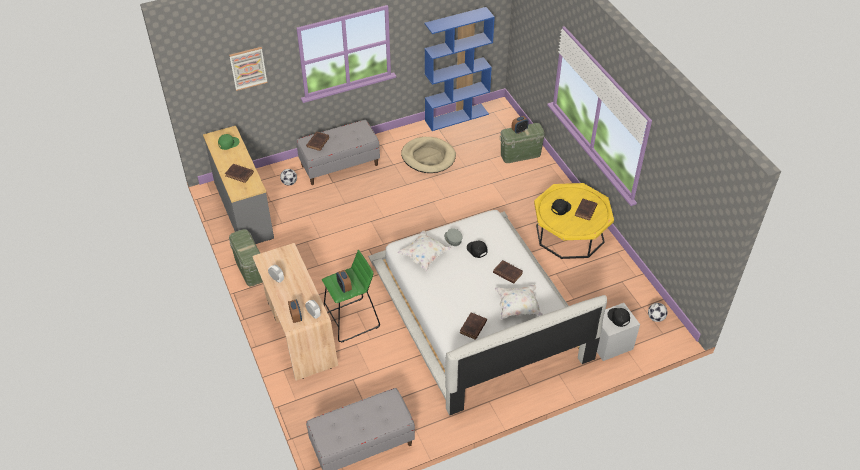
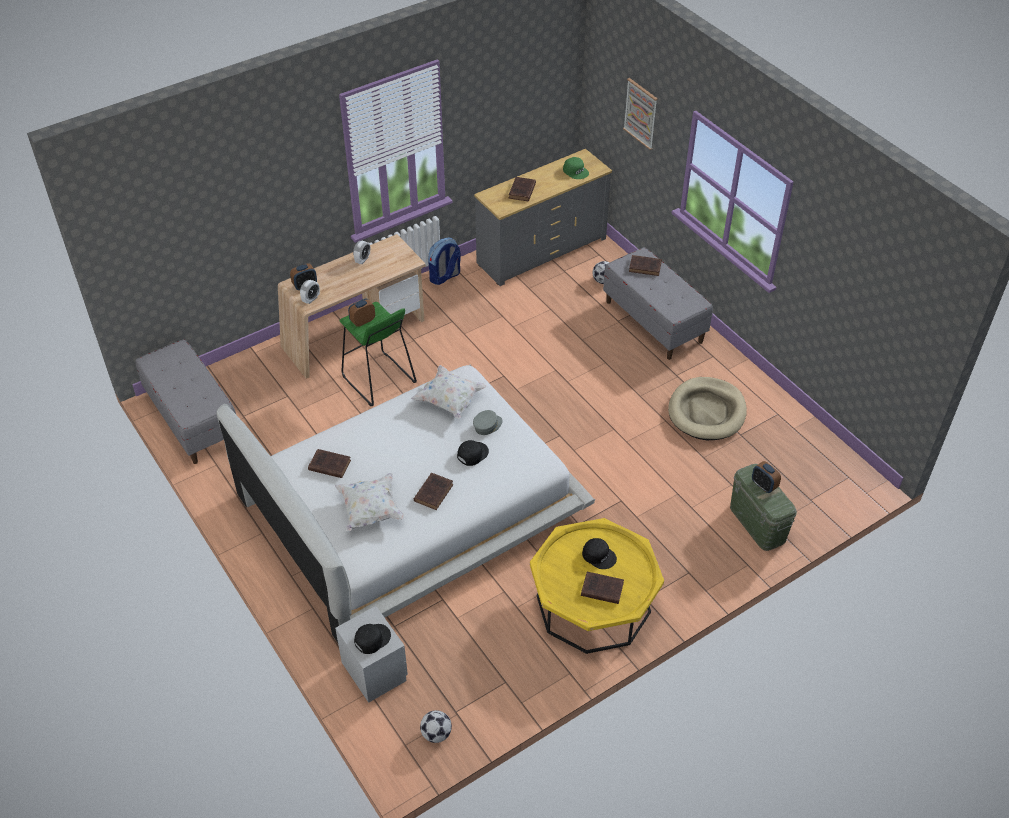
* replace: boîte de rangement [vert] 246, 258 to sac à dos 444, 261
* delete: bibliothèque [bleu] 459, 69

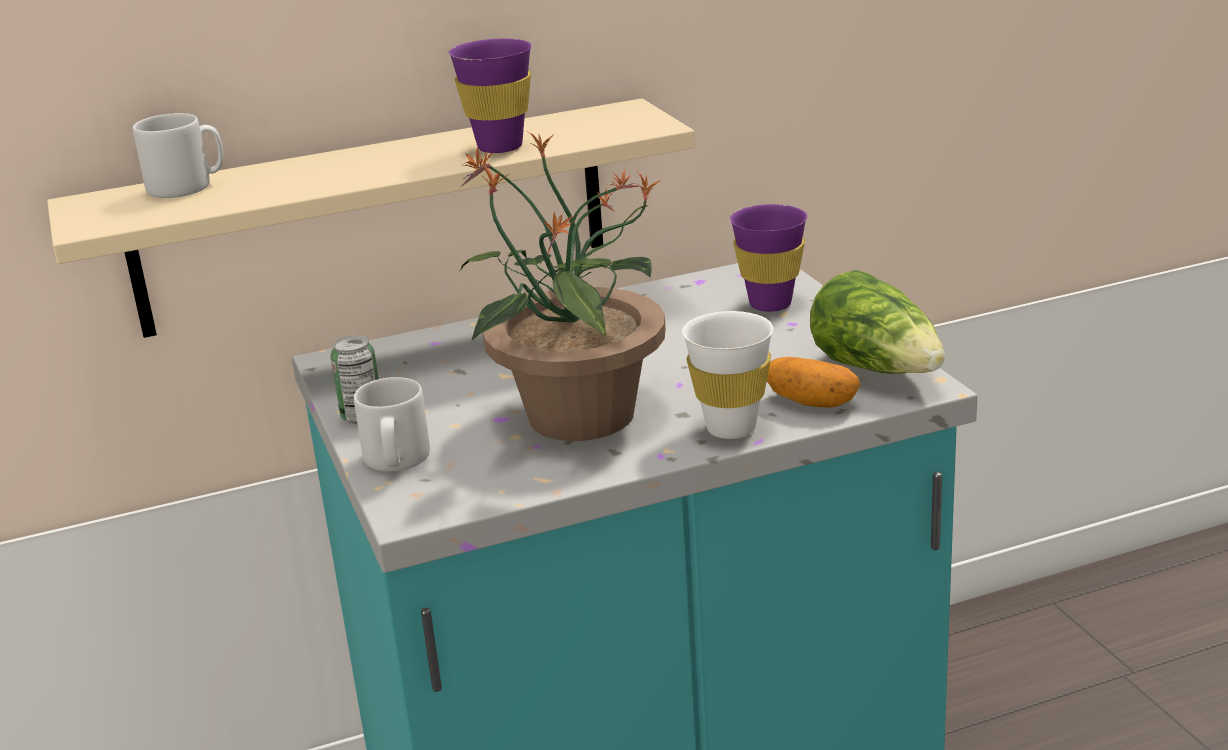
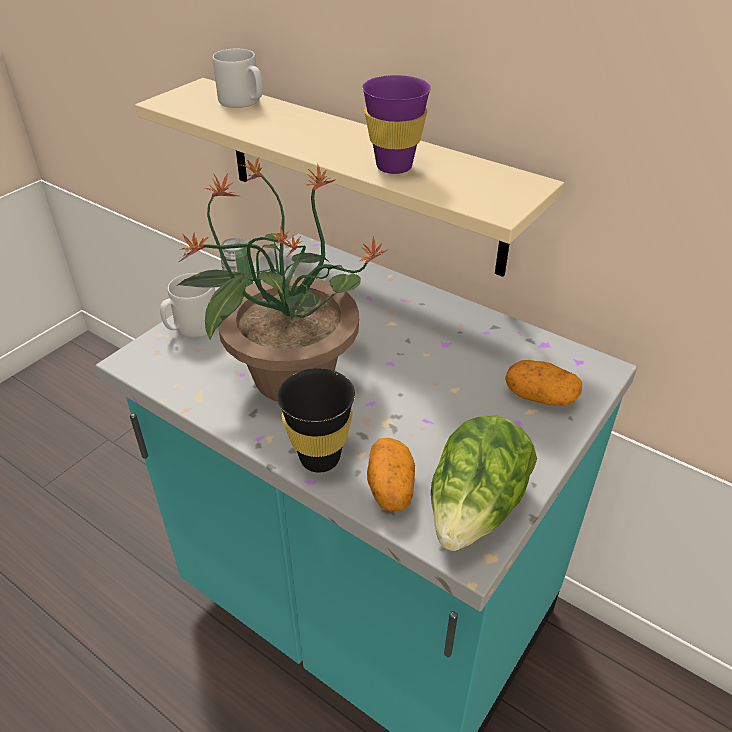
* recolor: tasse [blanc] 728, 375 to tasse [noir] 316, 420
* replace: tasse [violet] 768, 258 to pomme de terre 543, 383

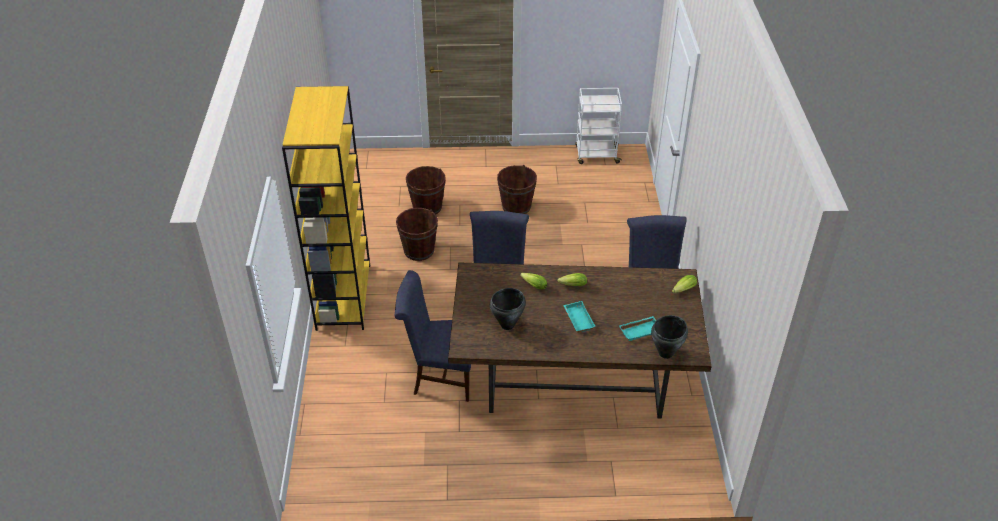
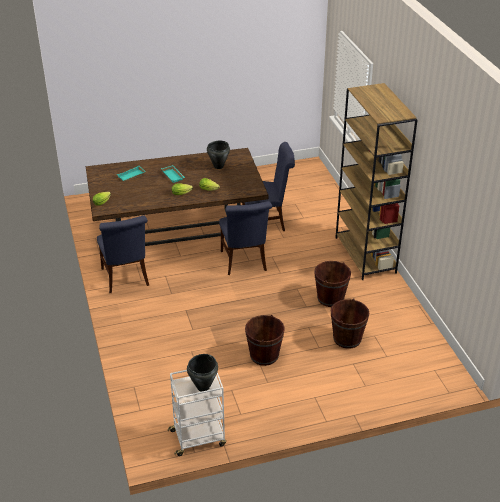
* move: marmite [noir] 669, 337 to 202, 373
* recolor: bibliothèque [jaune] 326, 208 to bibliothèque [marron] 376, 181

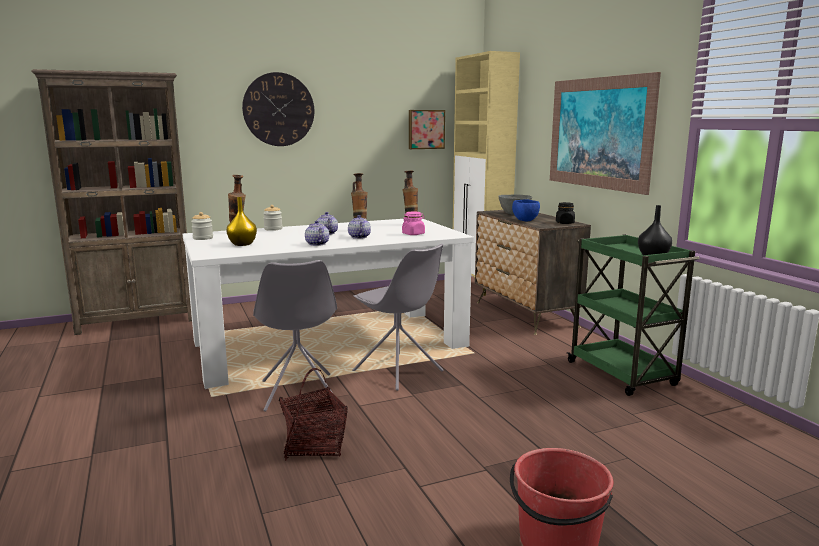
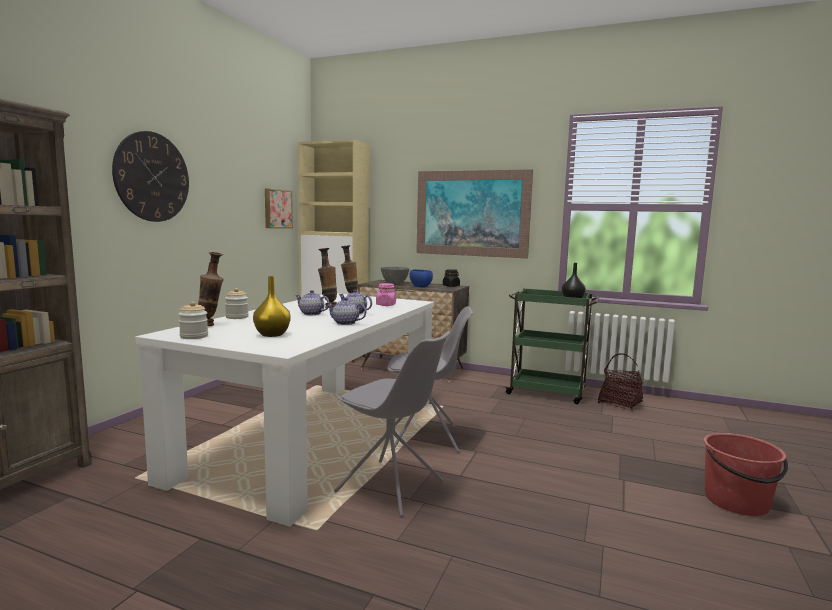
* move: panier 313, 414 to 620, 381

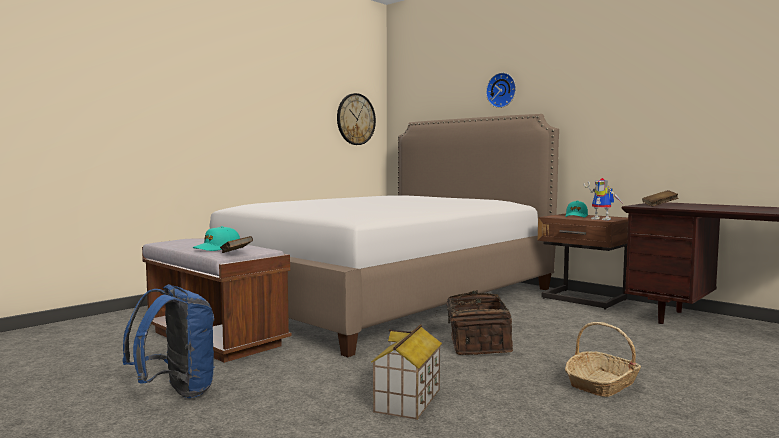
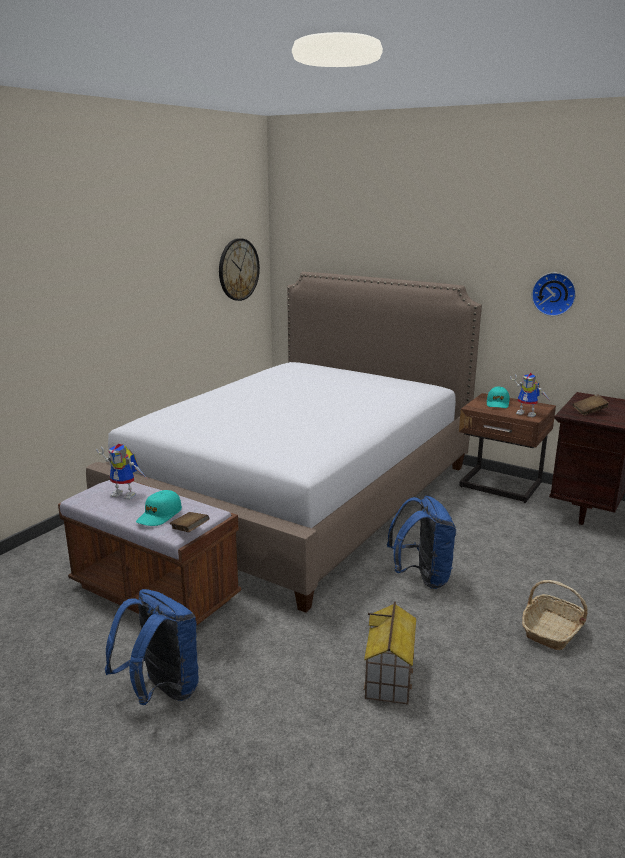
* insert: robot jouet 121, 472
* replace: panier 474, 322 to sac à dos [bleu] 421, 542
* move: horloge murale 501, 90 to 554, 294

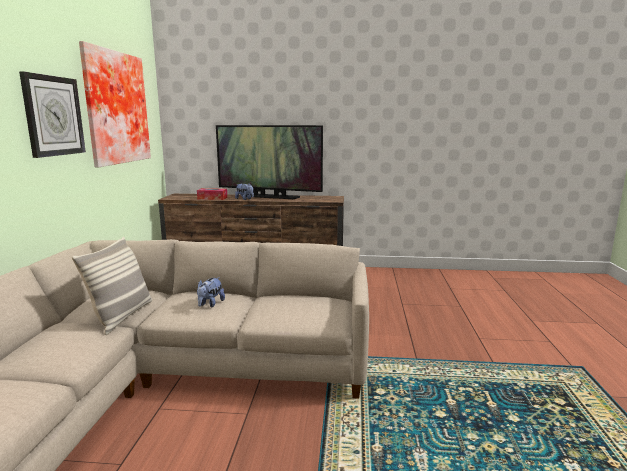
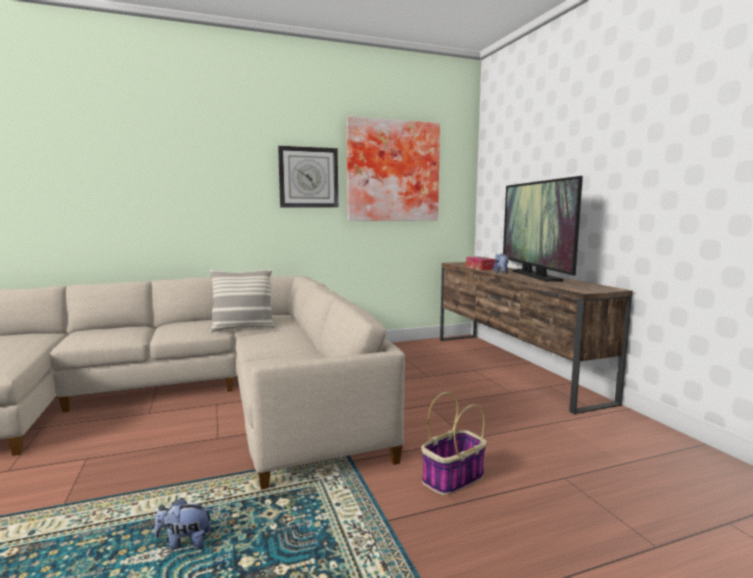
* move: peluche 211, 292 to 183, 523
* insert: panier 454, 443

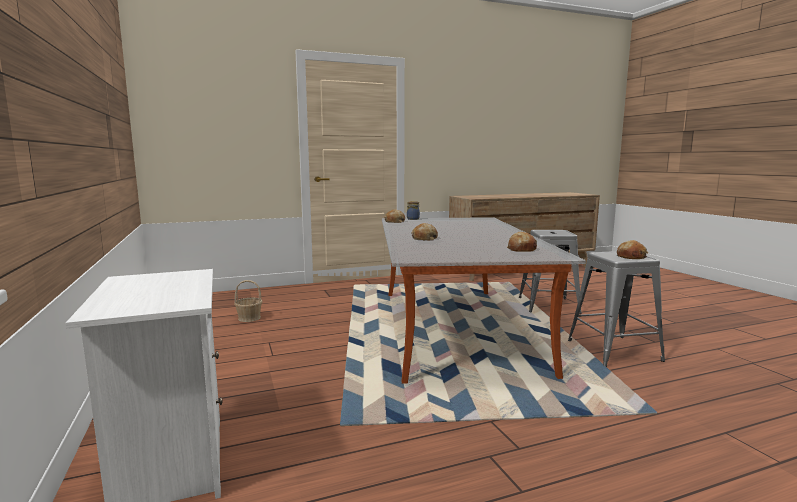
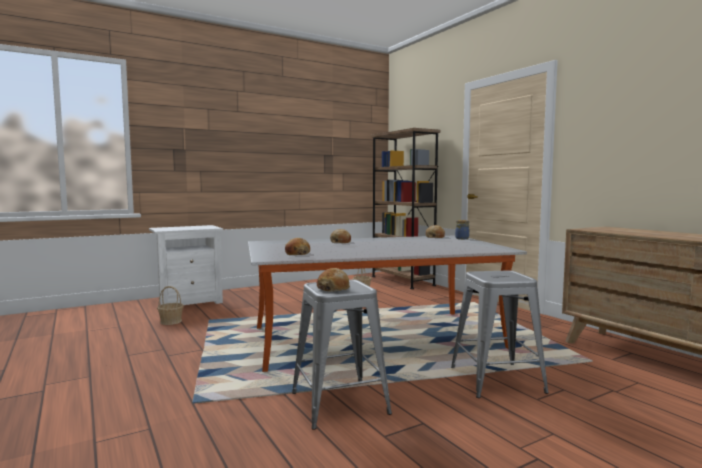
* insert: panier 170, 305
* insert: bibliothèque [marron] 405, 208

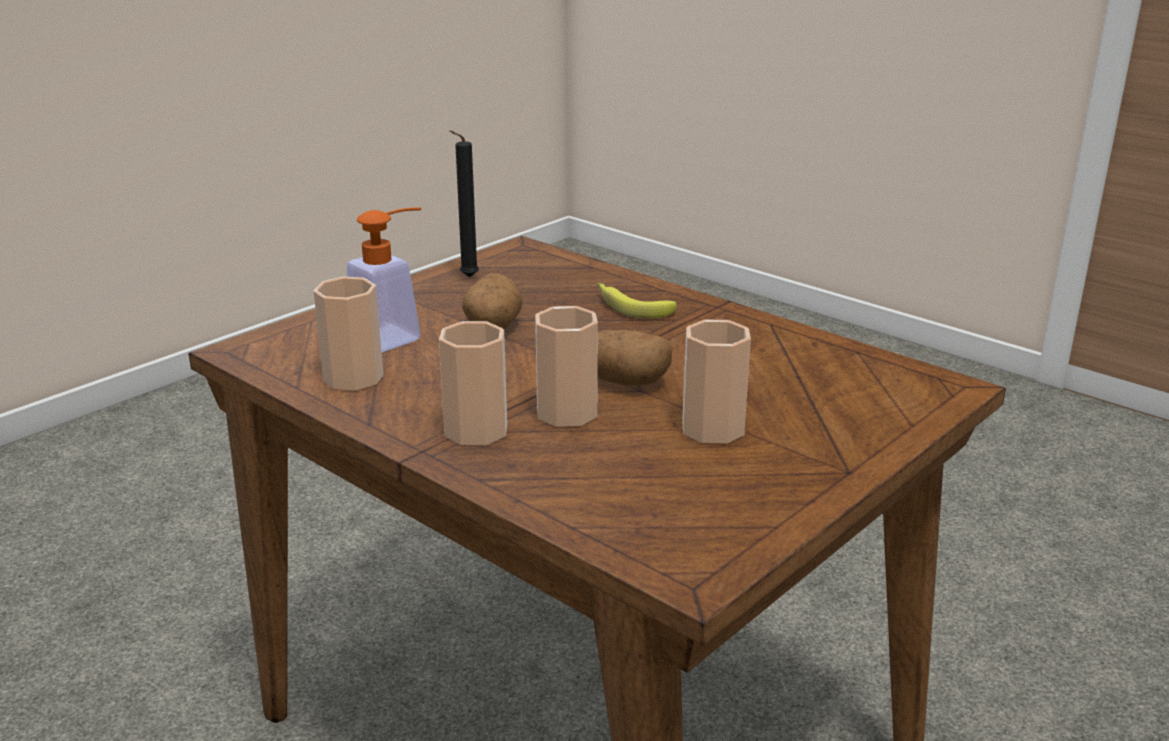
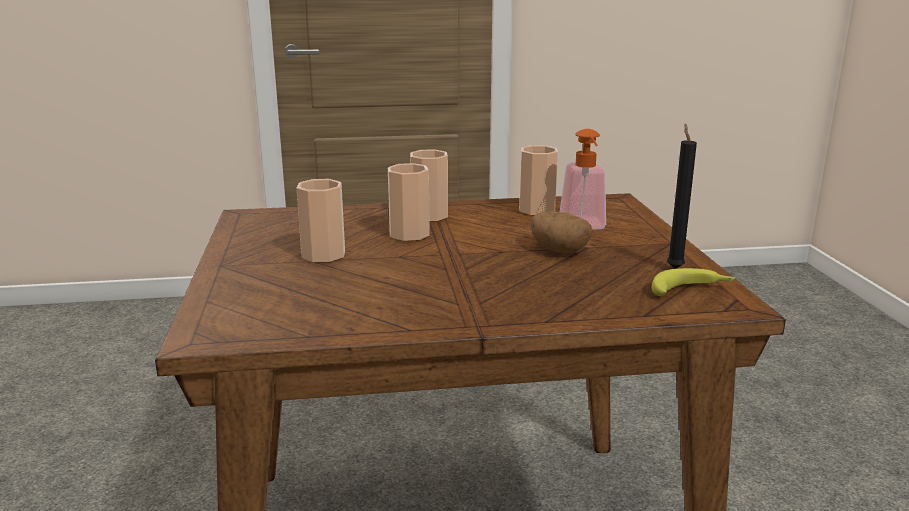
* move: banane 637, 301 to 693, 282
* delete: pomme de terre 635, 357

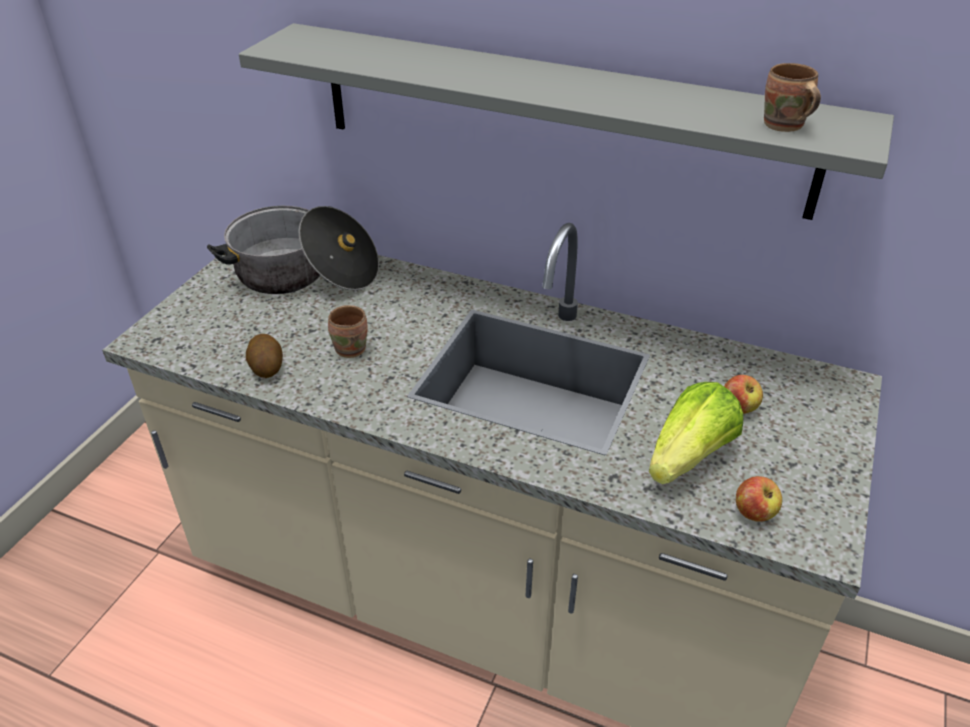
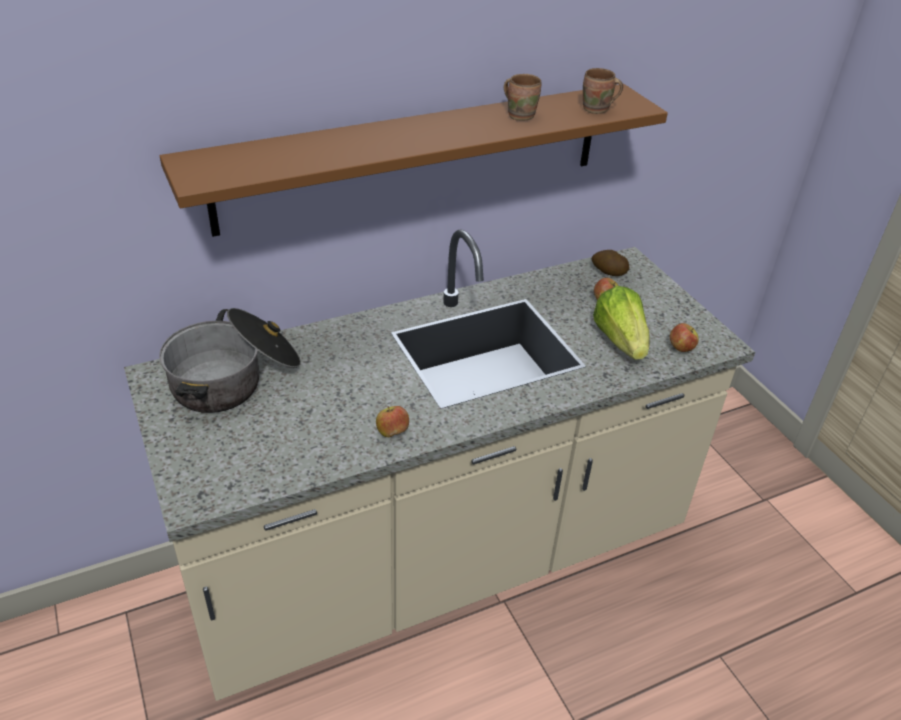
* recolor: étagère [gris] 566, 121 to étagère [marron] 414, 160
* insert: pomme 392, 421
* move: mug [marron] 348, 331 to 522, 97
* move: pomme de terre 264, 356 to 610, 263

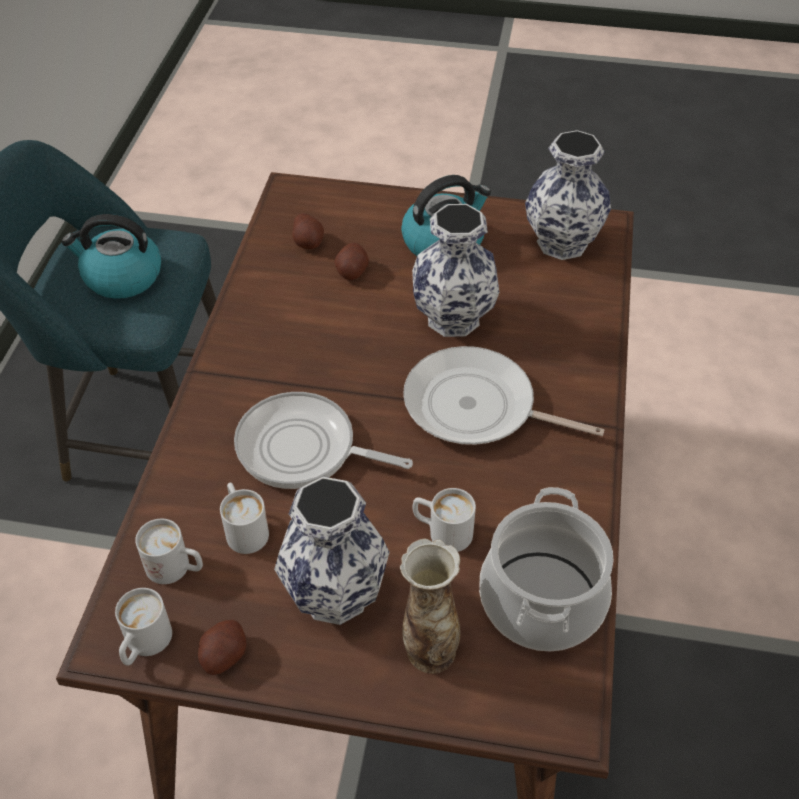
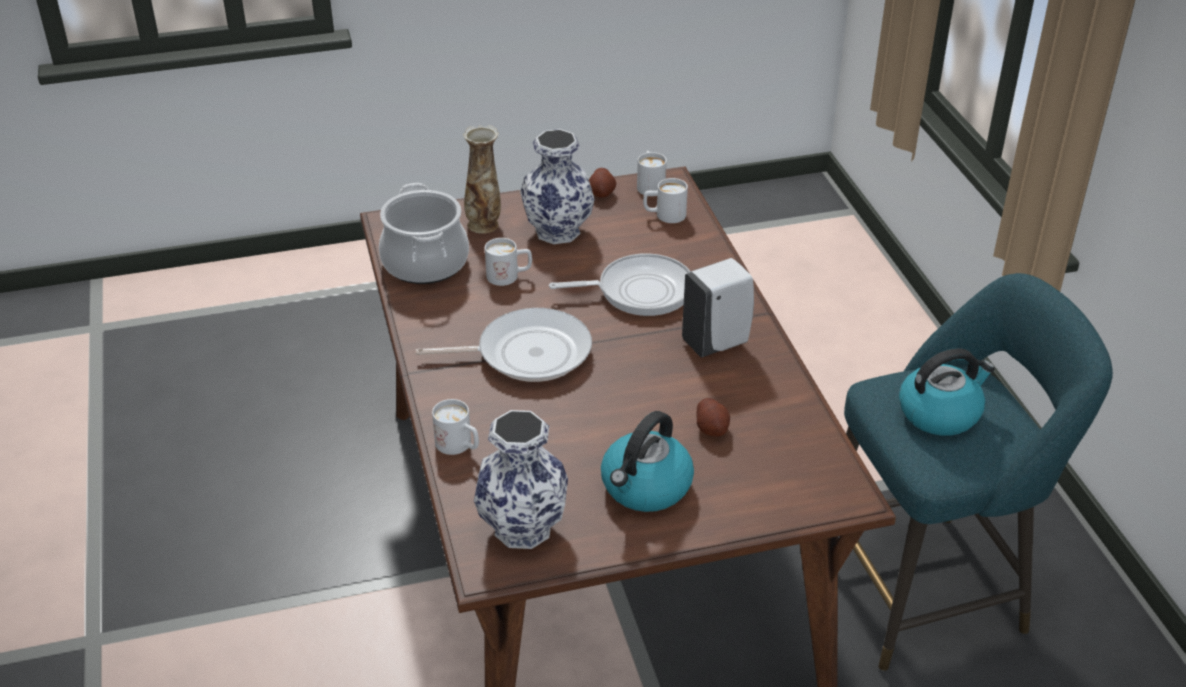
* move: mug [blanc] 244, 518 to 455, 427
* insert: distributeur de savon [blanc] 718, 308
* delete: pomme de terre 308, 231
* delete: vase 455, 270

